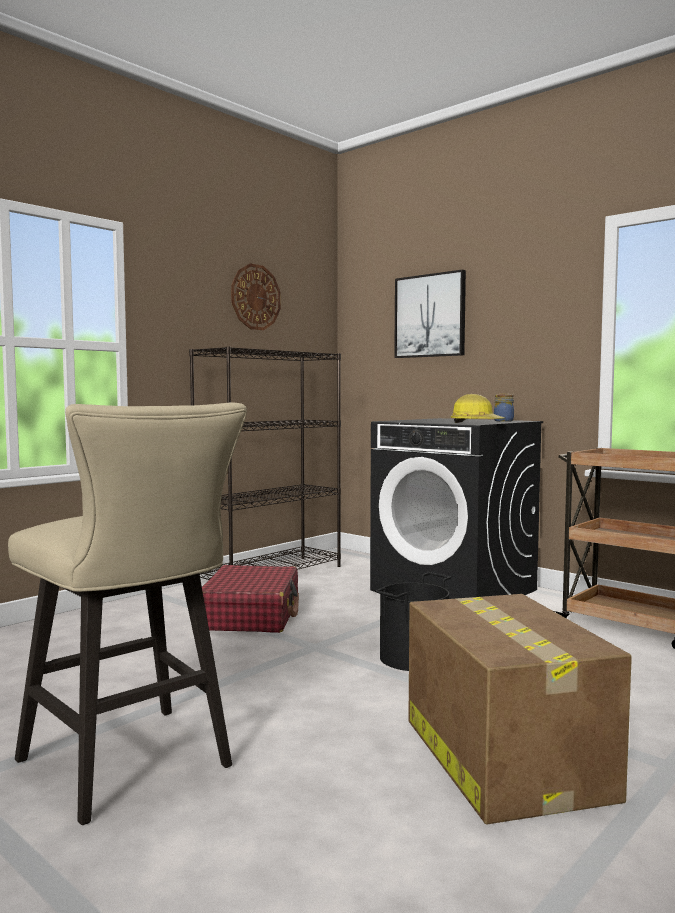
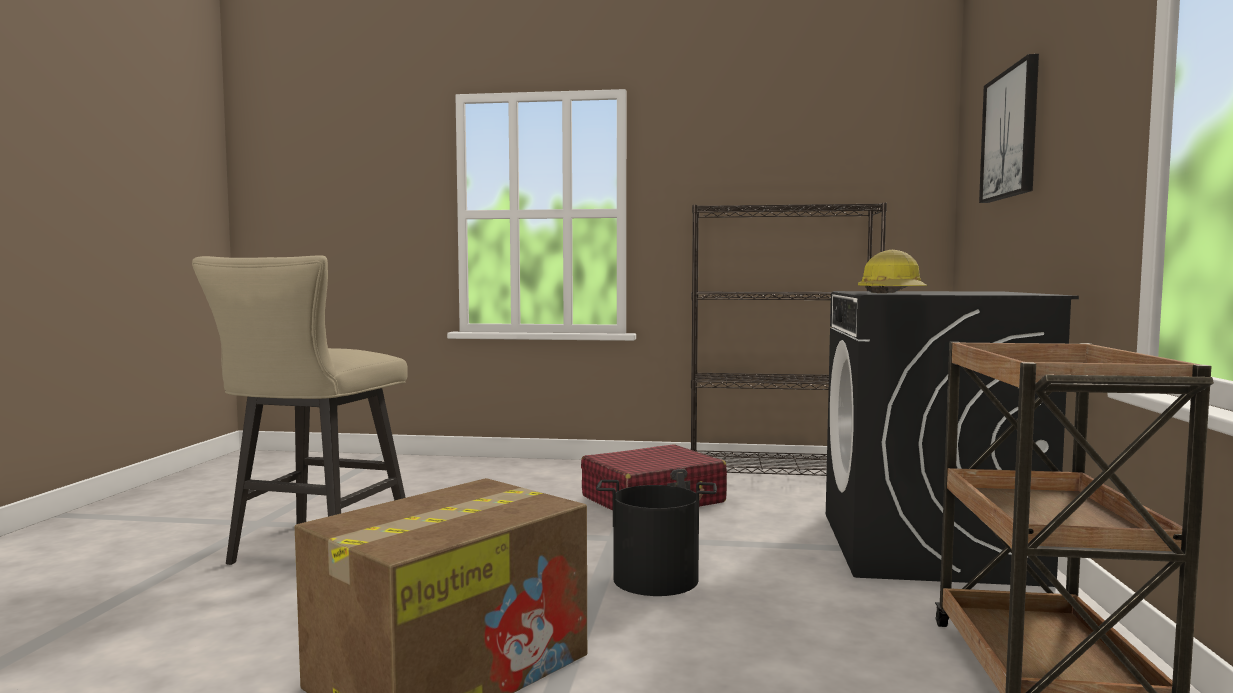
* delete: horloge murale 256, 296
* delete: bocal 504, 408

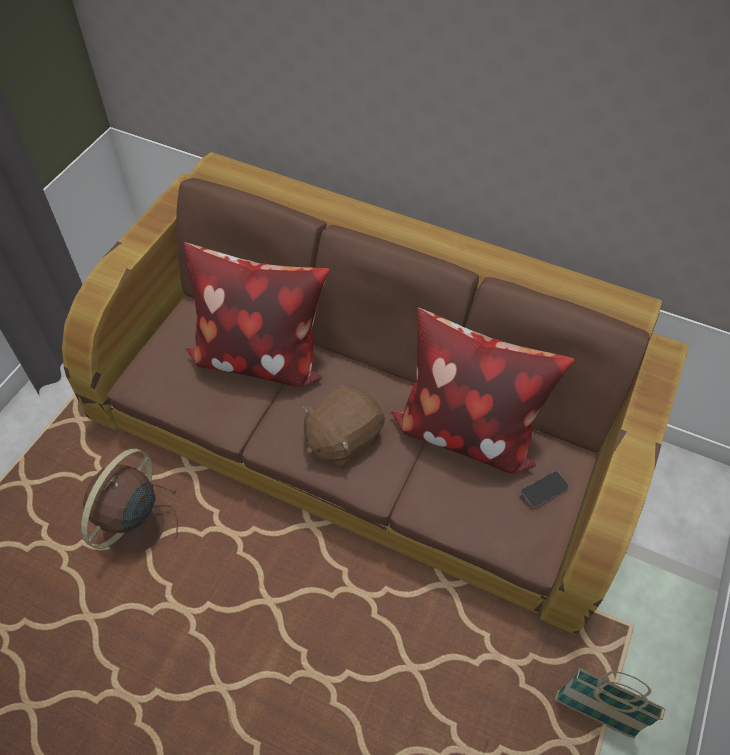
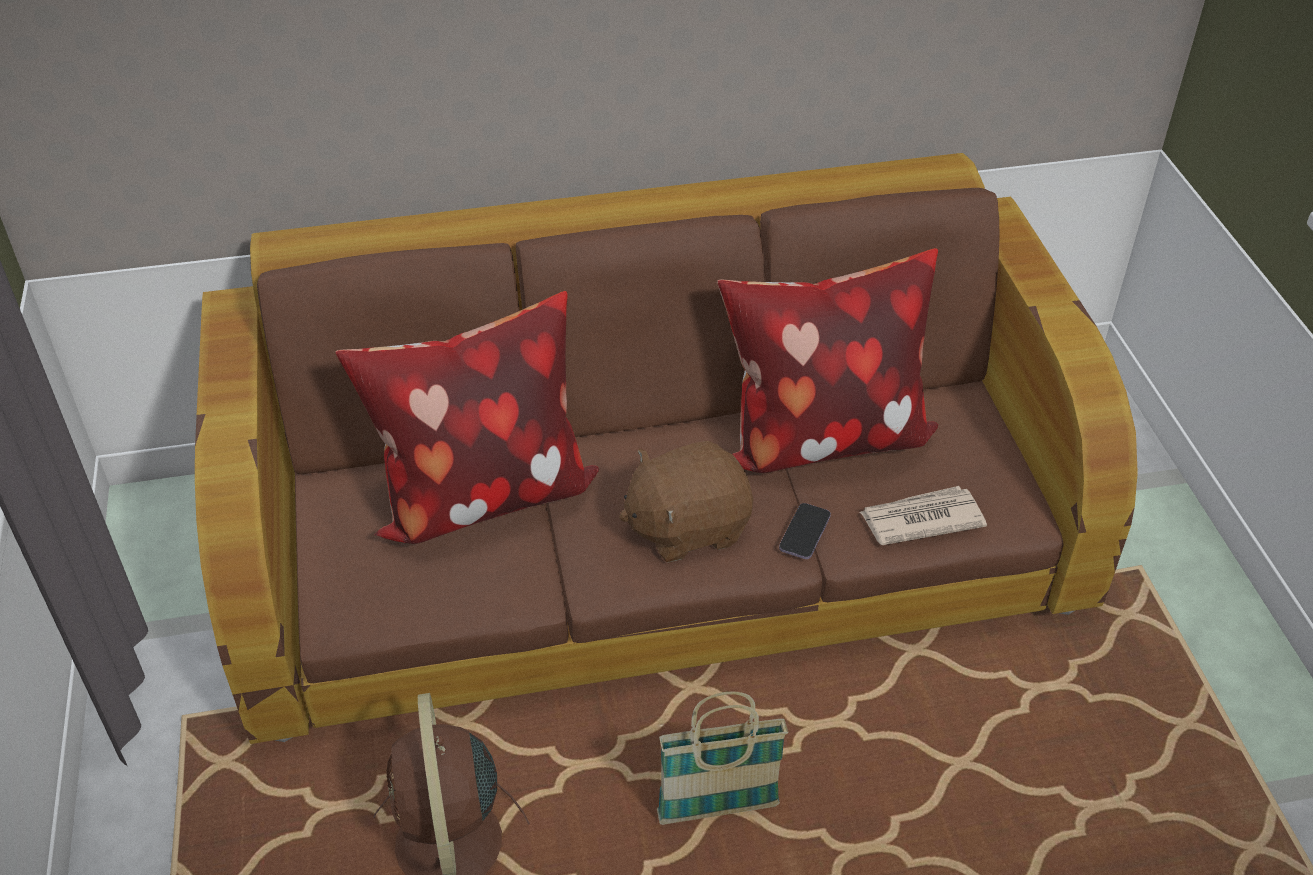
* rotate: peluche [marron] 343, 427 = 686, 502 60 degrees clockwise
* move: panier 610, 703 to 722, 758
* move: téléphone 545, 489 to 805, 531
* insert: journal 923, 515

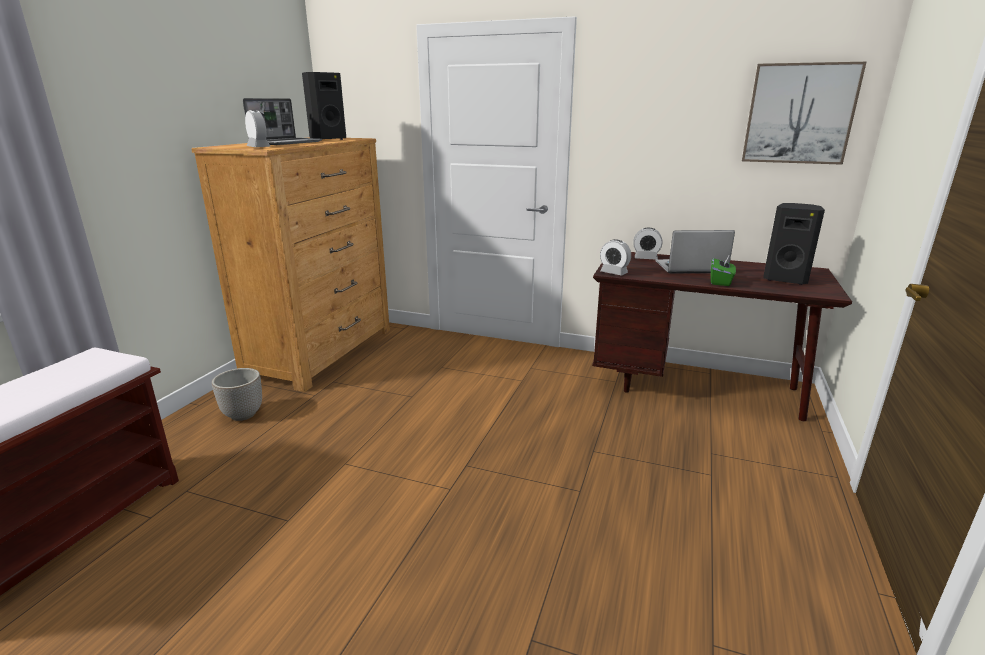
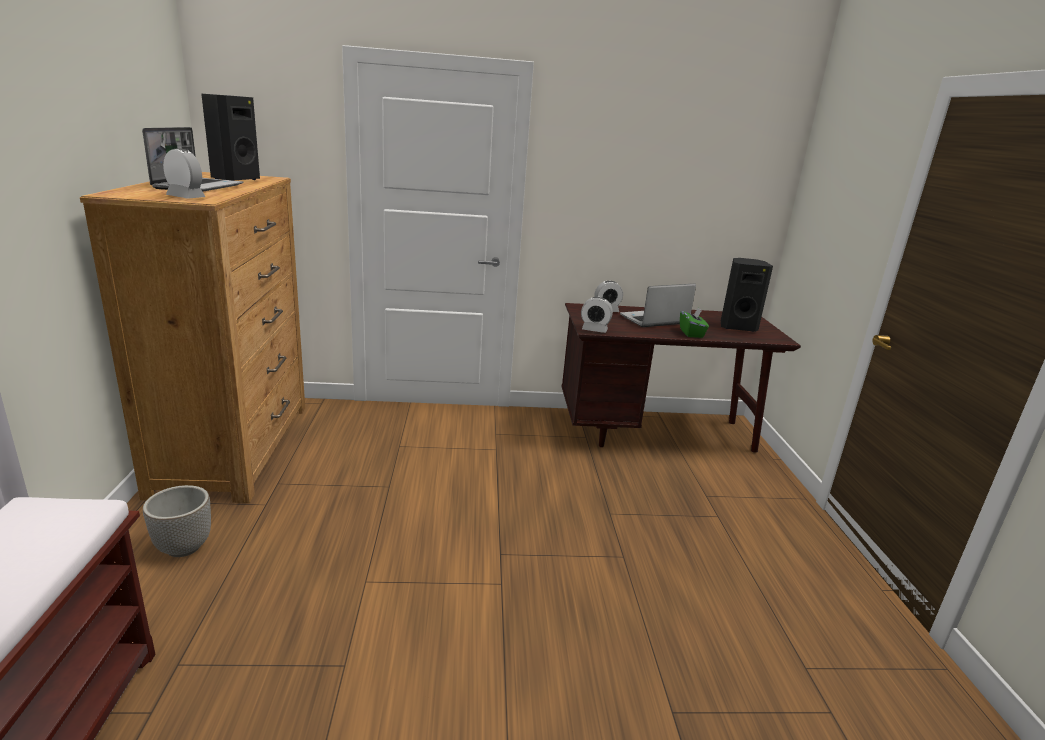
* delete: tableau 804, 113

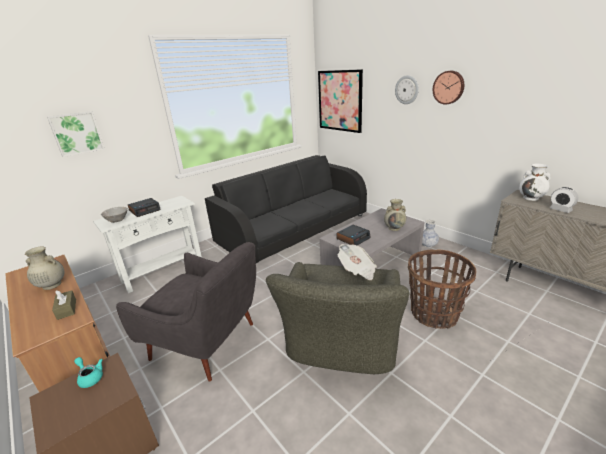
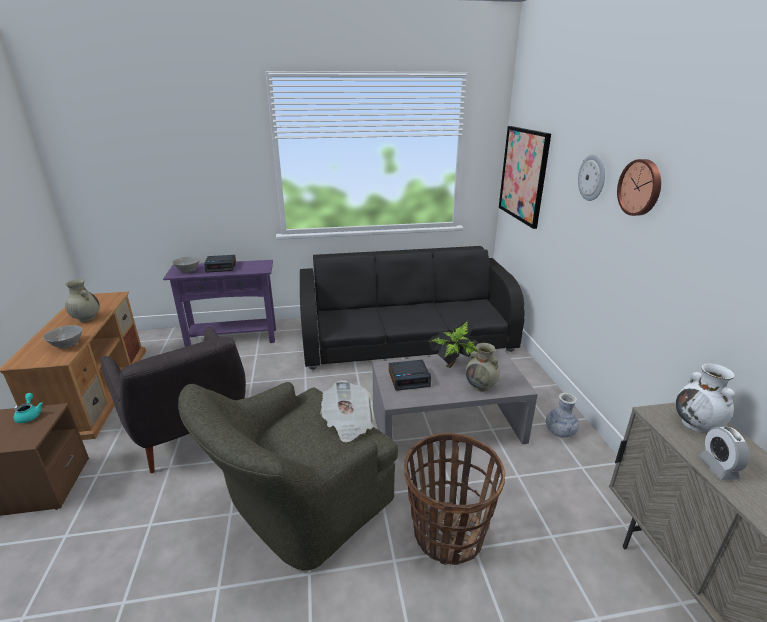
* replace: boîte à mouchoirs [marron] 64, 305 to bol [gris] 63, 337
* recolor: table console [blanc] 147, 244 to table console [violet] 219, 303
* insert: plante en pot 453, 344
* delete: tableau 75, 134

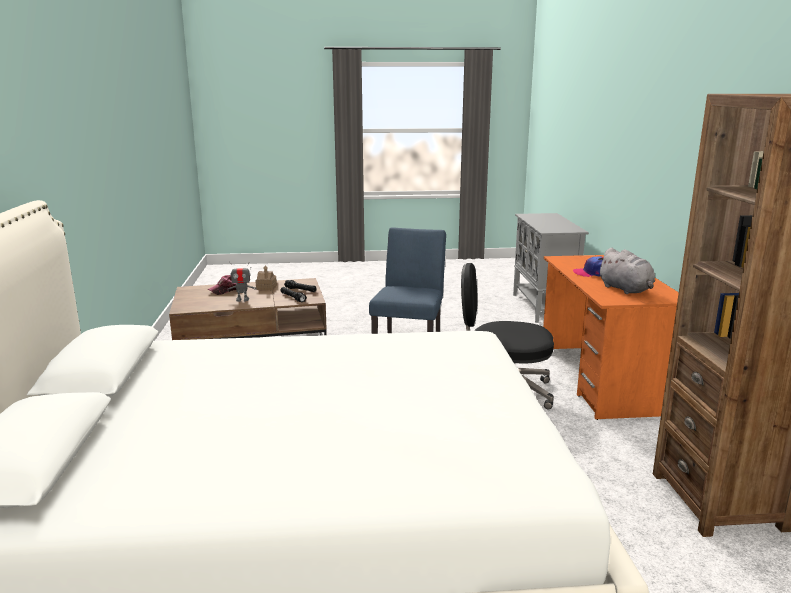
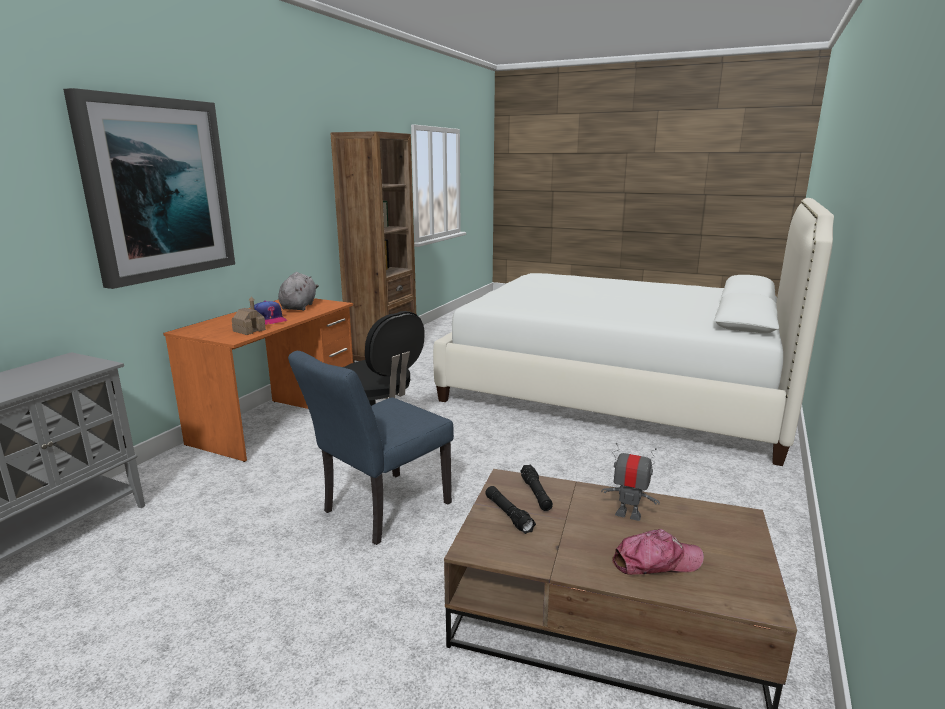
* insert: tableau 149, 188
* move: maison miniature 266, 277 to 249, 315

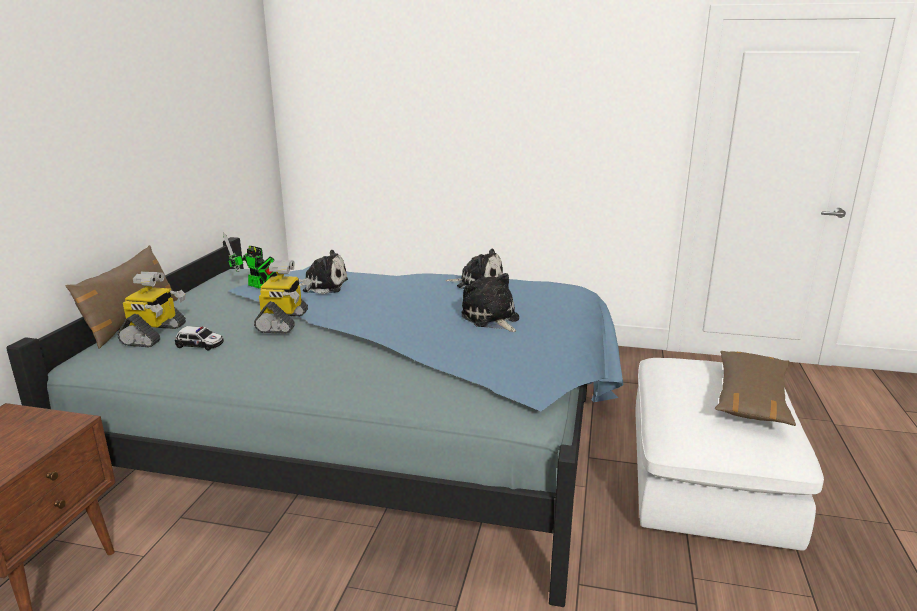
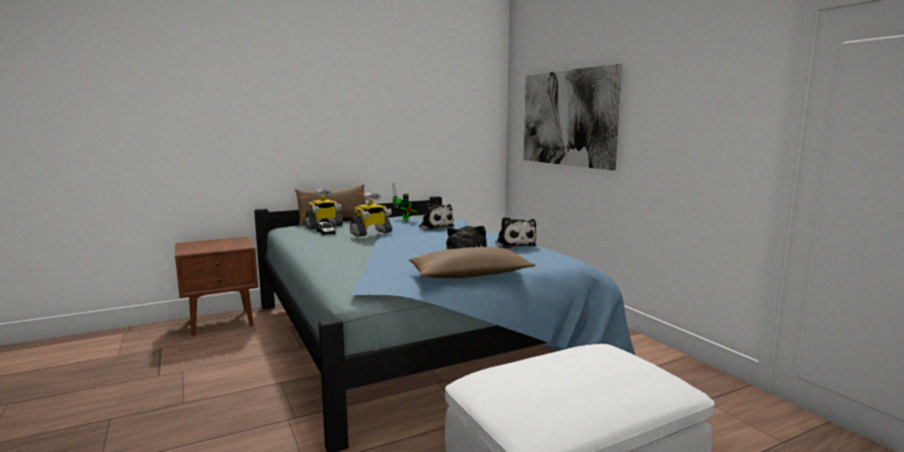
* move: coussin [marron] 755, 388 to 472, 262
* insert: tableau 573, 116

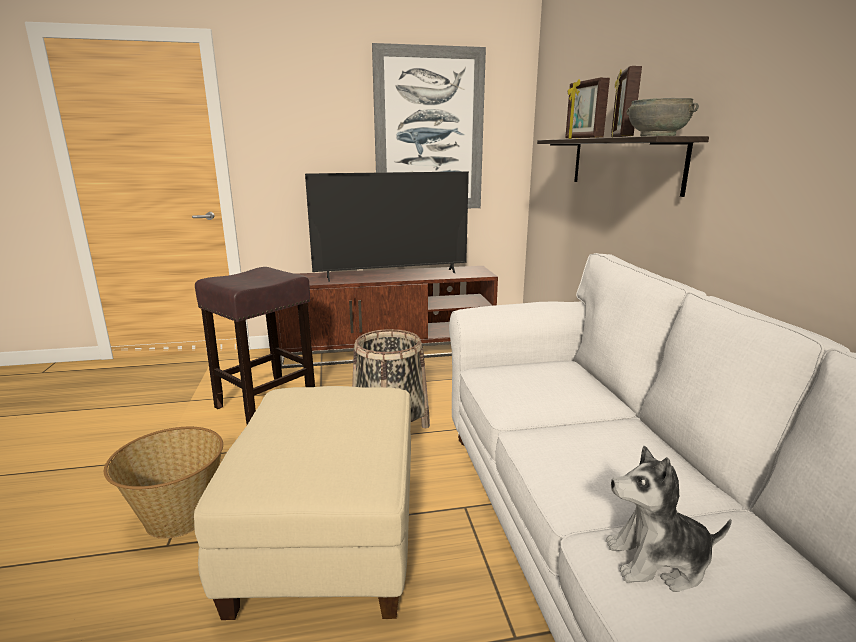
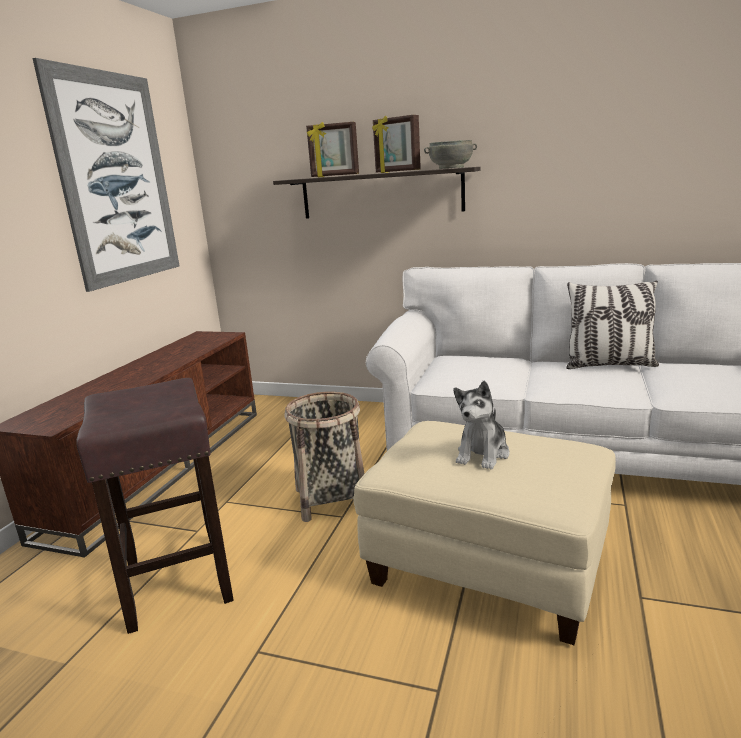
* move: peluche 669, 519 to 481, 425
* insert: coussin 612, 324
* delete: panier 163, 483
* delete: téléviseur 387, 226

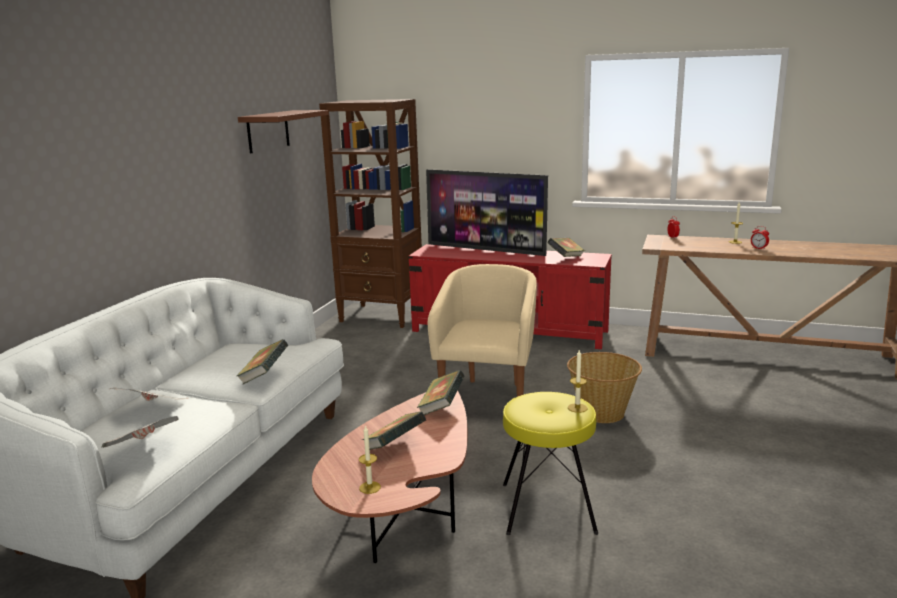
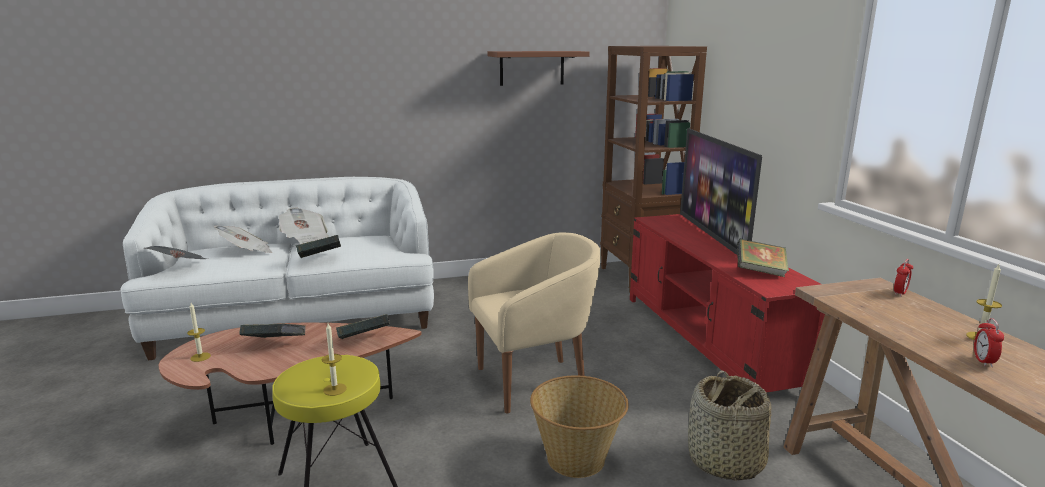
* insert: journal 304, 225
* insert: panier 729, 425

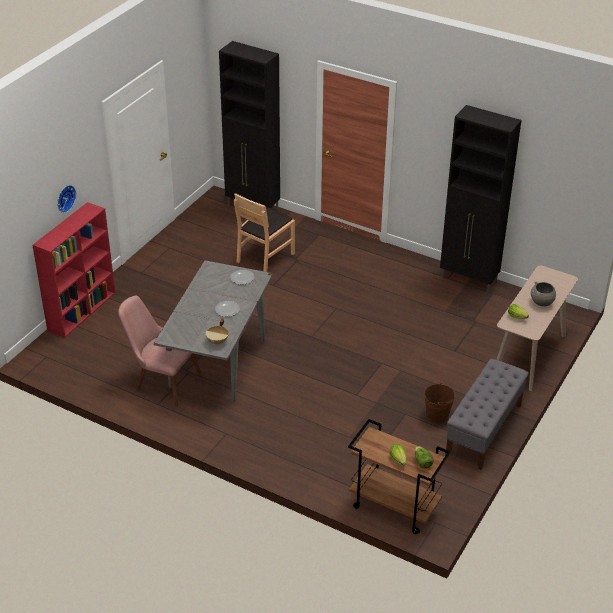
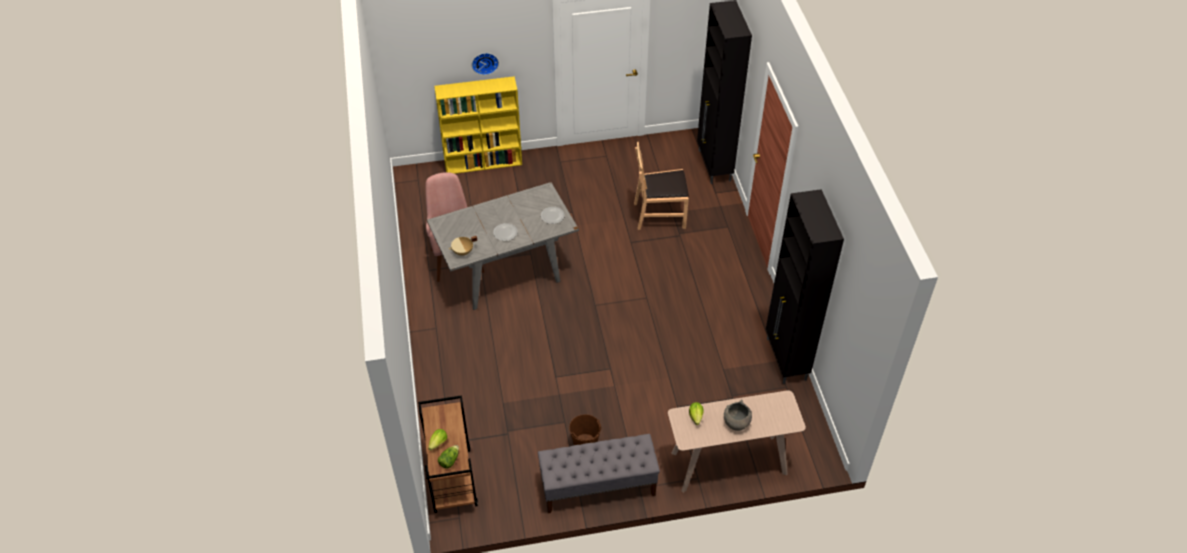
* recolor: bibliothèque [rouge] 74, 270 to bibliothèque [jaune] 478, 125

